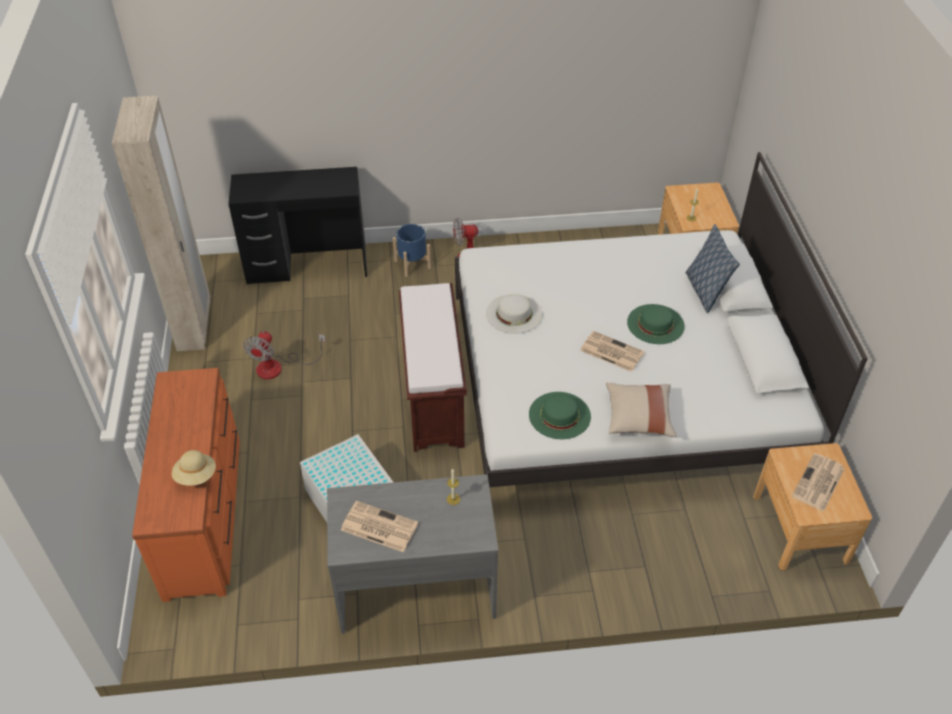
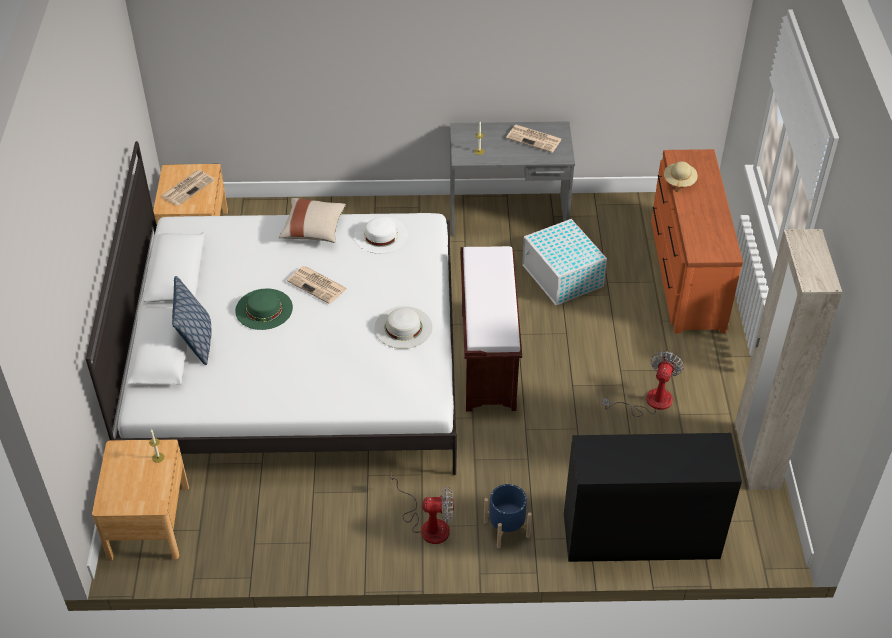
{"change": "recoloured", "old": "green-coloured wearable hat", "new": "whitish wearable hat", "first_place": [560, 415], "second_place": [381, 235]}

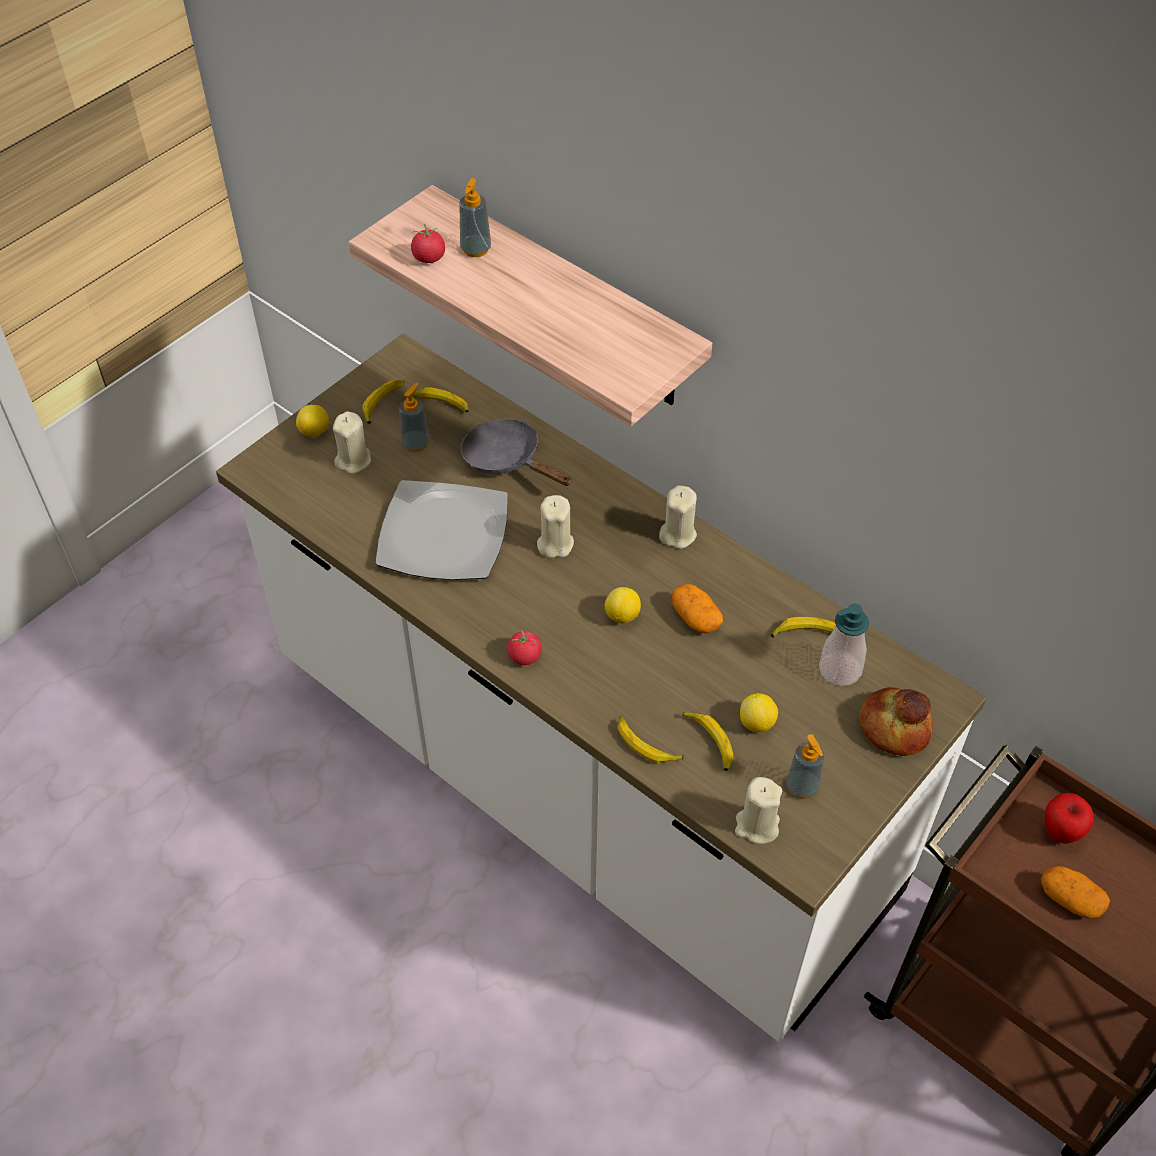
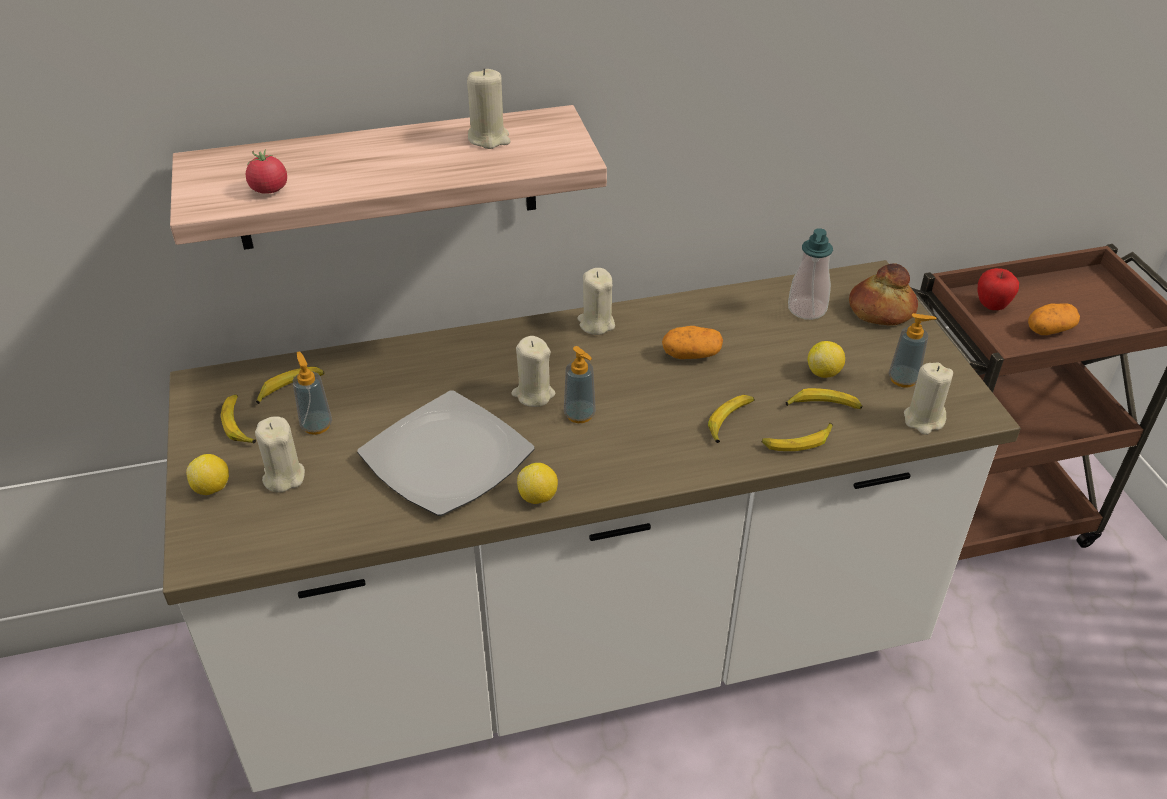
{"change": "moved", "old": "soap dispenser", "first_place": [475, 217], "second_place": [580, 384]}
{"change": "removed", "old": "gray skillet", "first_place": [516, 452]}
{"change": "moved", "old": "lemon", "first_place": [622, 605], "second_place": [537, 483]}
{"change": "moved", "old": "banana fruit", "first_place": [803, 627], "second_place": [731, 419]}
{"change": "removed", "old": "whole tomato", "first_place": [524, 647]}
{"change": "added", "new": "sand-coloured wax light", "second_place": [489, 108]}

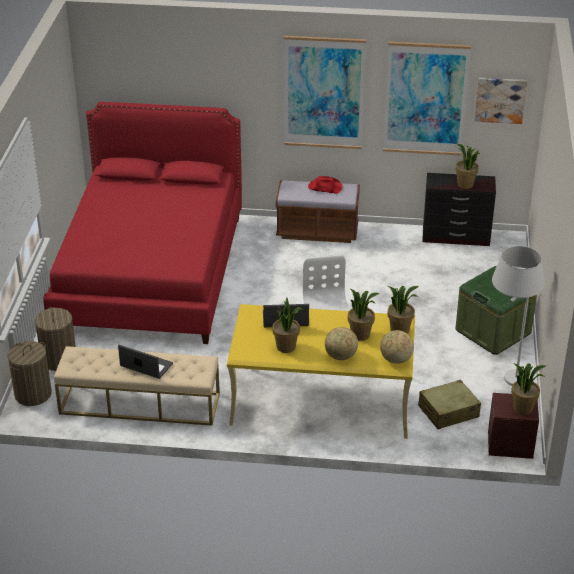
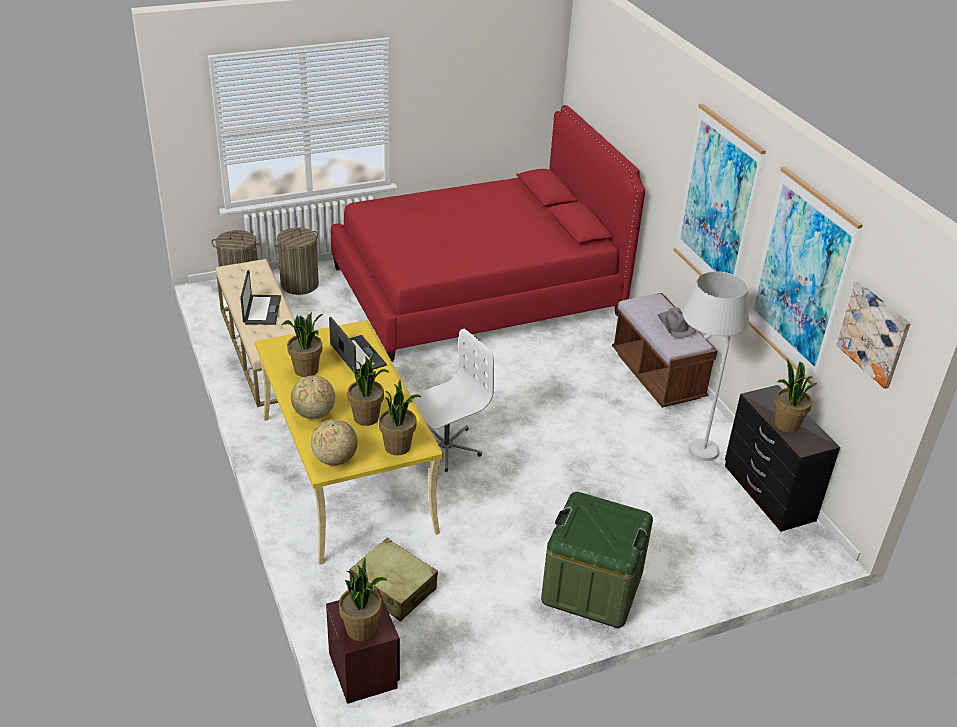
{"change": "recoloured", "old": "red-coloured wearable hat", "new": "gray wearable hat", "first_place": [325, 185], "second_place": [677, 322]}
{"change": "moved", "old": "whitish standard lamp", "first_place": [518, 316], "second_place": [716, 366]}

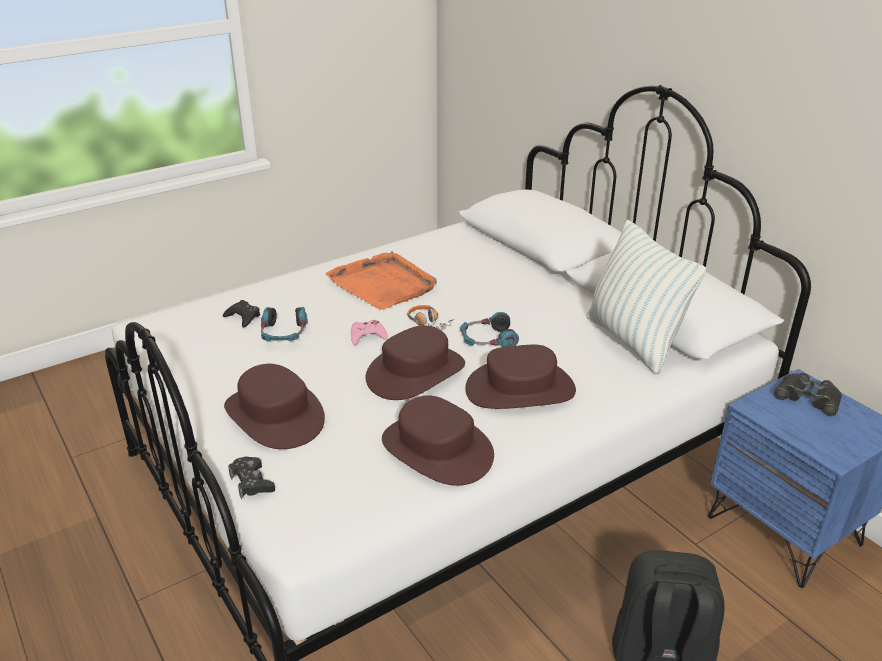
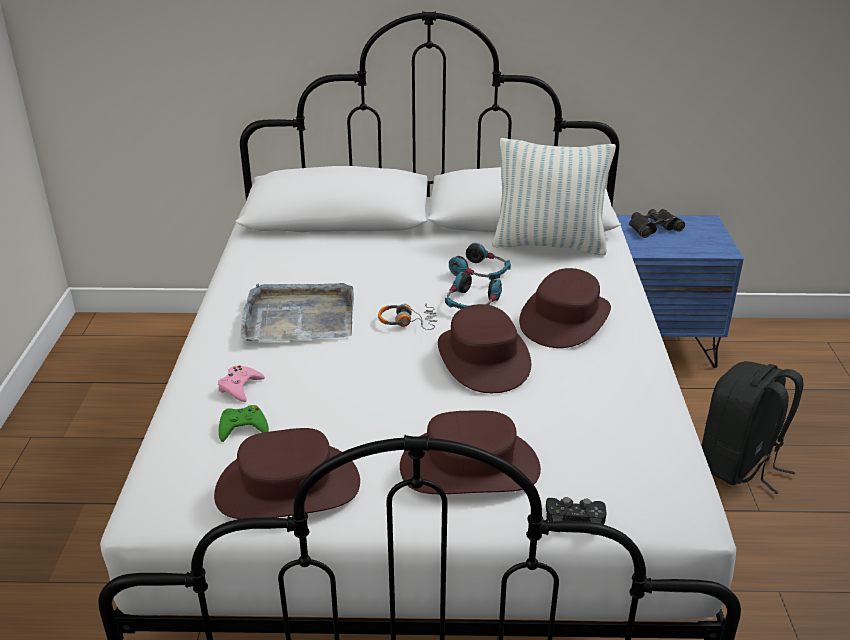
{"change": "recoloured", "old": "orange-coloured tray", "new": "gray tray", "first_place": [381, 280], "second_place": [297, 312]}
{"change": "recoloured", "old": "black-coloured joypad", "new": "green-coloured joypad", "first_place": [241, 314], "second_place": [243, 423]}
{"change": "moved", "old": "headphones", "first_place": [284, 324], "second_place": [480, 261]}
{"change": "moved", "old": "pinkish joypad", "first_place": [369, 332], "second_place": [241, 383]}
{"change": "moved", "old": "brown-coloured wearable hat", "first_place": [438, 440], "second_place": [287, 473]}

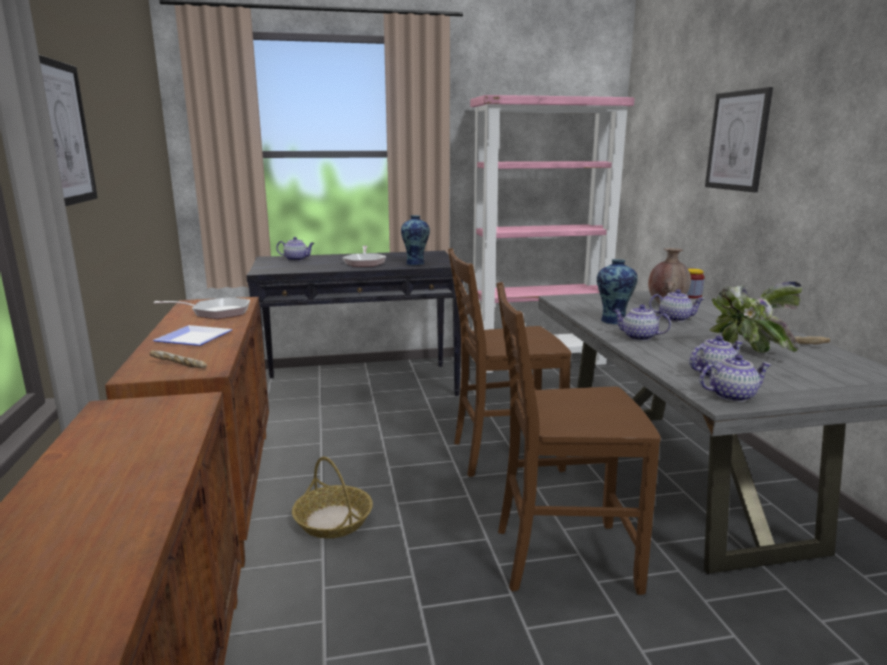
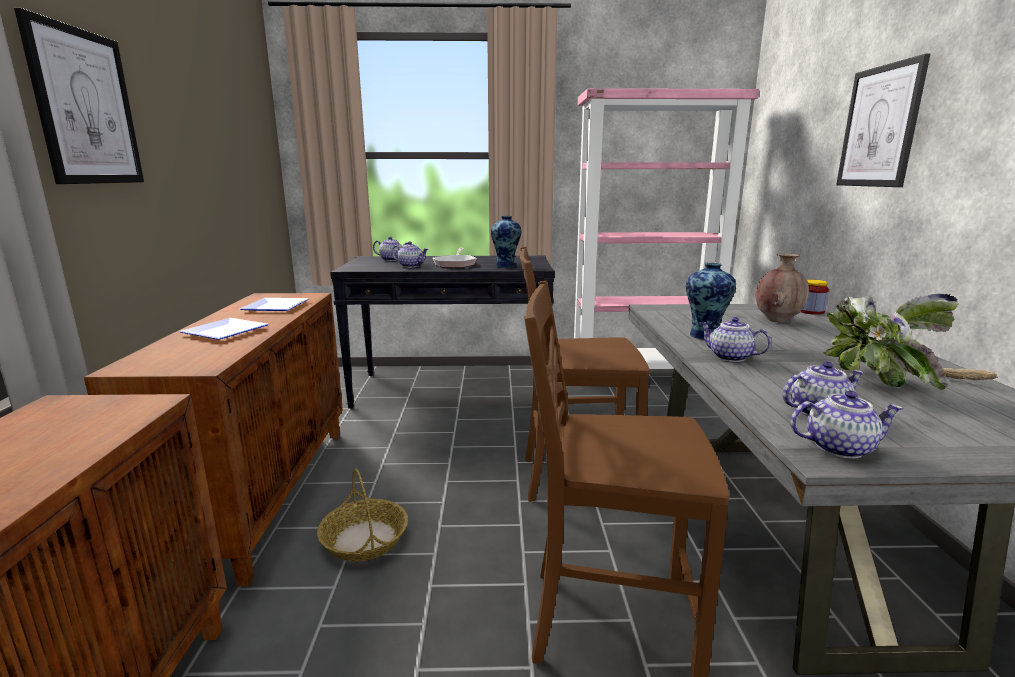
{"change": "moved", "old": "tea pot", "first_place": [676, 305], "second_place": [410, 254]}
{"change": "replaced", "old": "skillet", "new": "flat dish", "first_place": [202, 308], "second_place": [274, 304]}
{"change": "removed", "old": "baked bread", "first_place": [178, 359]}

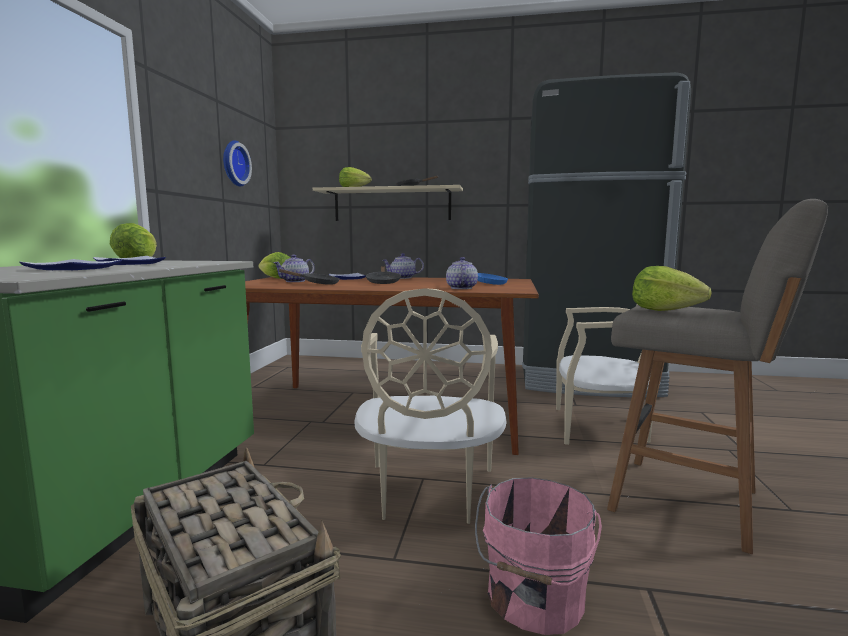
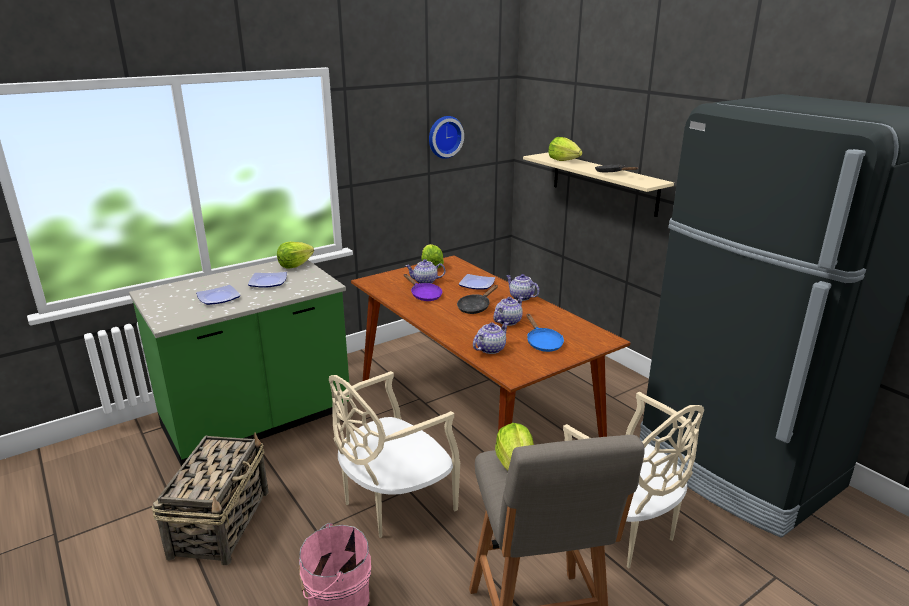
{"change": "recoloured", "old": "black-coloured skillet", "new": "purple-coloured skillet", "first_place": [309, 277], "second_place": [423, 287]}
{"change": "added", "new": "tea pot", "second_place": [508, 311]}

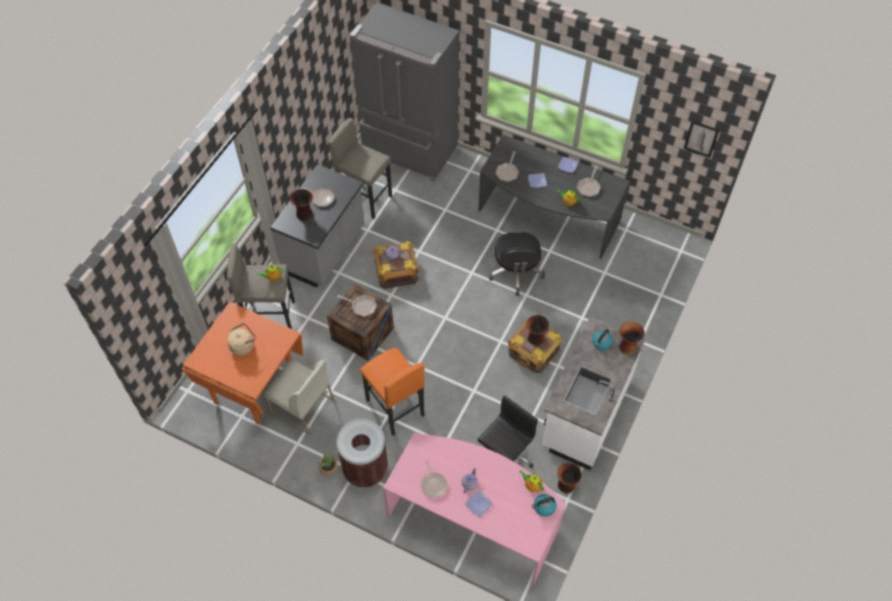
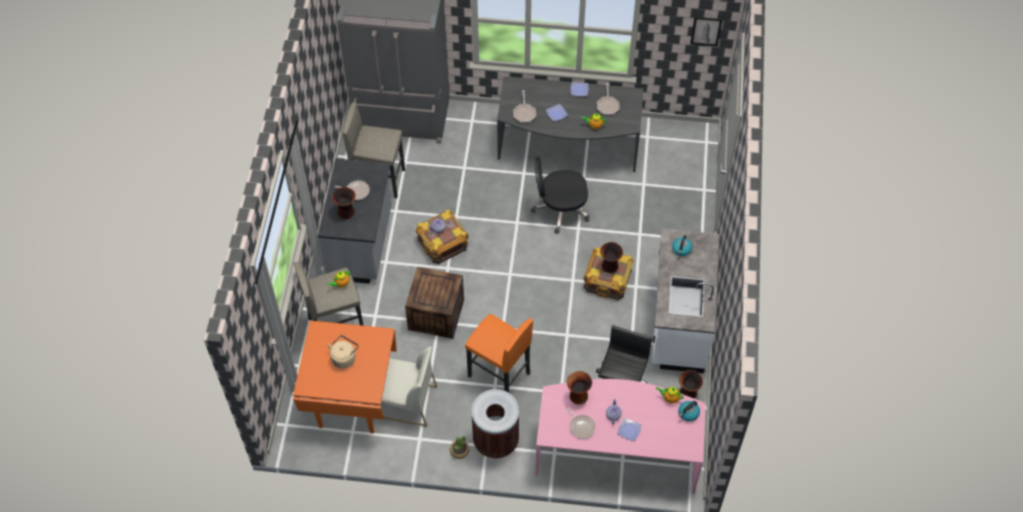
{"change": "turned", "old": "black-coloured computer chair", "first_place": [517, 264], "second_place": [560, 195], "degrees": 105}
{"change": "removed", "old": "skillet", "first_place": [357, 305]}
{"change": "moved", "old": "flower vase", "first_place": [632, 338], "second_place": [579, 388]}

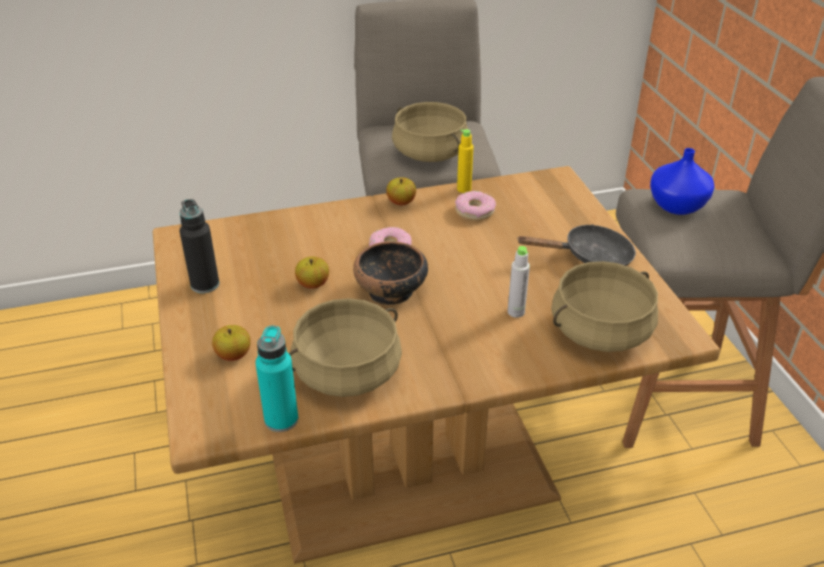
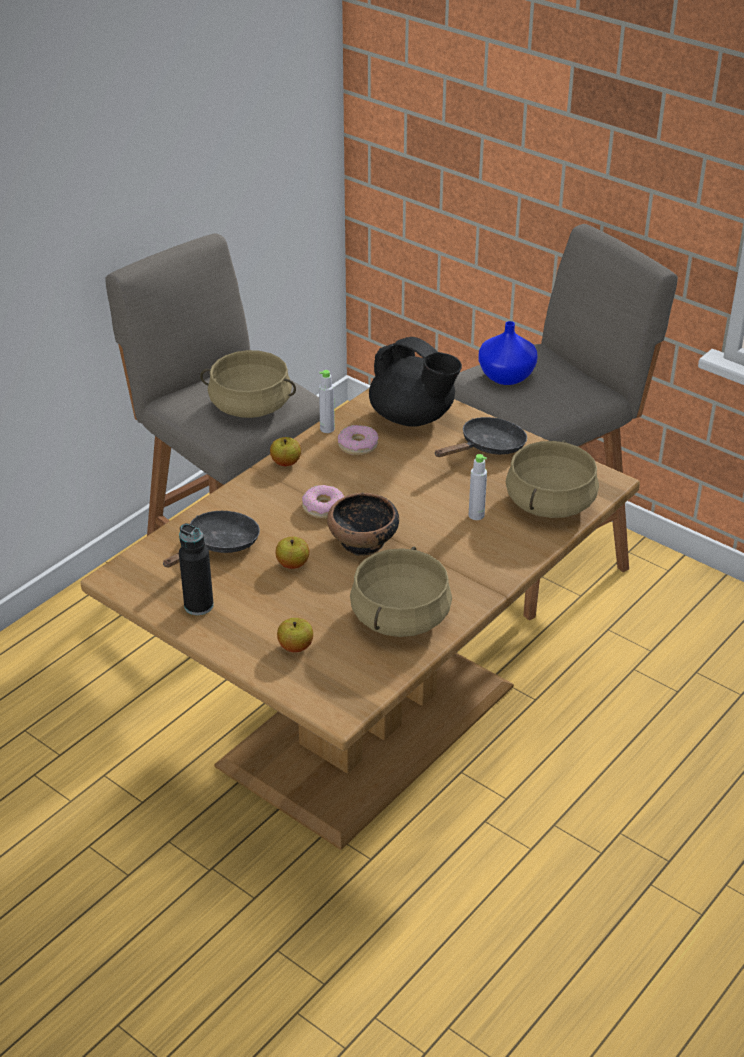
{"change": "recoloured", "old": "yellowish drink bottle", "new": "gray drink bottle", "first_place": [465, 161], "second_place": [327, 401]}
{"change": "removed", "old": "turquoise-coloured drink bottle", "first_place": [276, 379]}
{"change": "added", "new": "black-coloured tea pot", "second_place": [415, 382]}
{"change": "added", "new": "black-coloured skillet", "second_place": [211, 539]}

